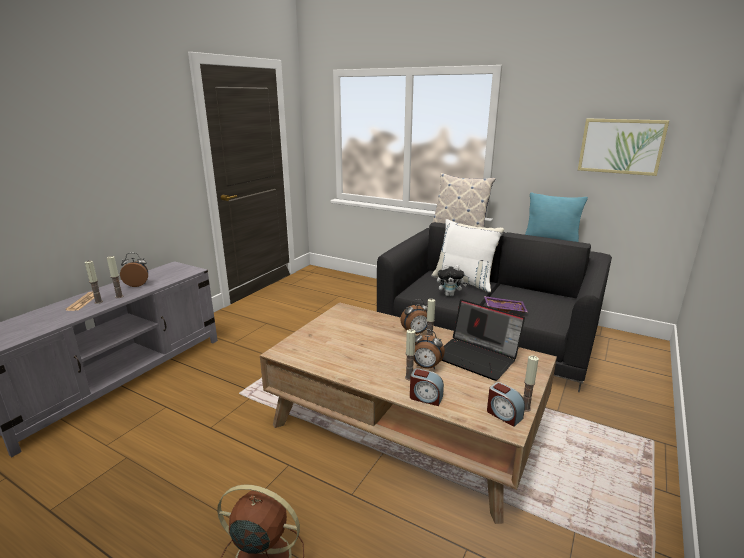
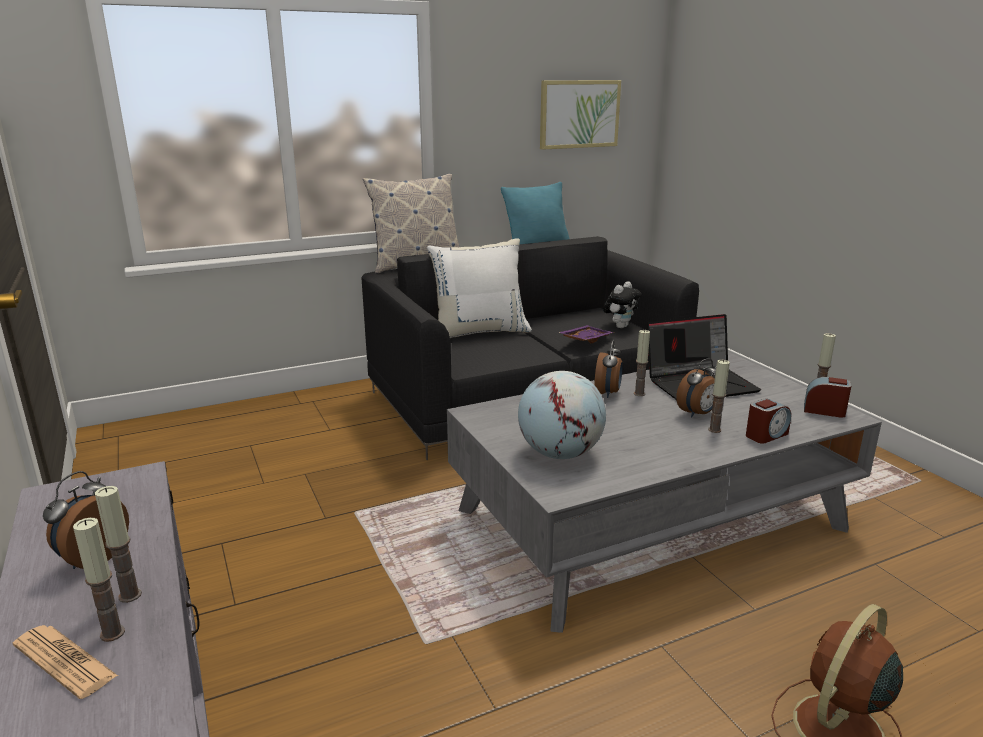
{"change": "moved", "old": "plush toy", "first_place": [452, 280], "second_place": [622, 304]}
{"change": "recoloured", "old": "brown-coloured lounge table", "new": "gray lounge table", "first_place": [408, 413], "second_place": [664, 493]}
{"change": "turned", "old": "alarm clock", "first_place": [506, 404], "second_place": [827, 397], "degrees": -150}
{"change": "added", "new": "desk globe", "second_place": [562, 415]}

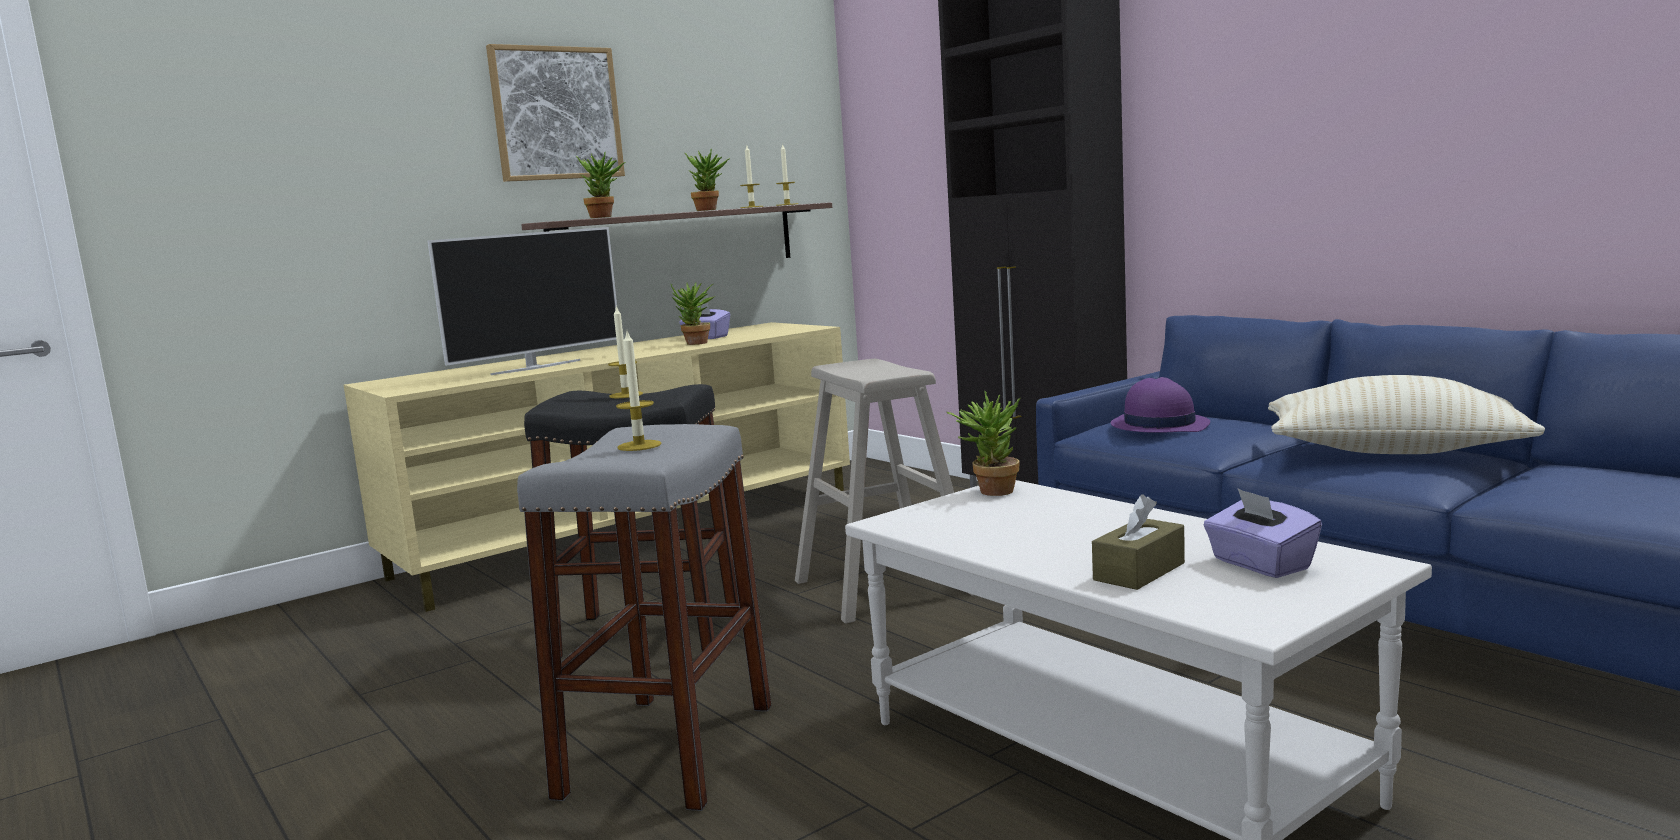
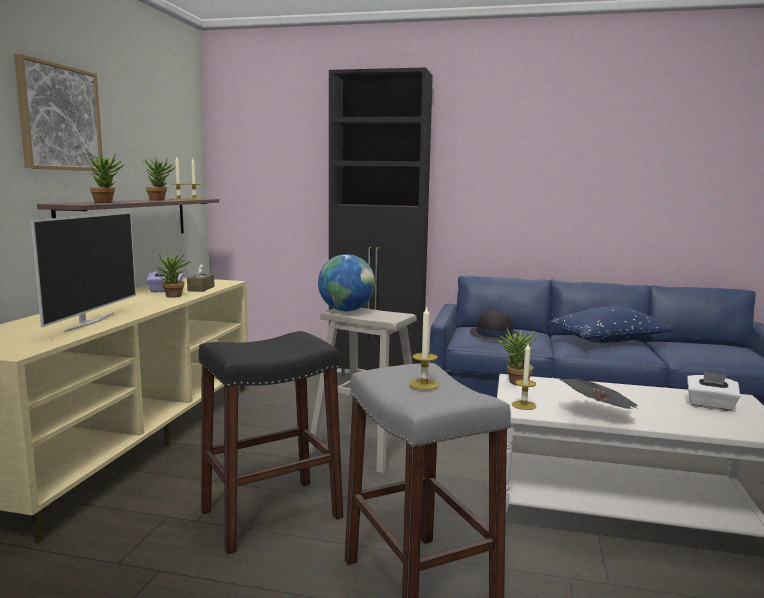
{"change": "moved", "old": "wax light", "first_place": [625, 351], "second_place": [524, 377]}
{"change": "recoloured", "old": "sand-coloured cushion", "new": "bluish cushion", "first_place": [1406, 414], "second_place": [611, 324]}
{"change": "recoloured", "old": "purple-coloured wearable hat", "new": "black-coloured wearable hat", "first_place": [1160, 405], "second_place": [494, 325]}
{"change": "recoloured", "old": "purple-coloured tissue holder", "new": "whitish tissue holder", "first_place": [1263, 533], "second_place": [713, 391]}
{"change": "moved", "old": "brown-coloured tissue holder", "first_place": [1138, 542], "second_place": [201, 277]}
{"change": "added", "new": "desk globe", "second_place": [346, 282]}
{"change": "added", "new": "newspaper", "second_place": [598, 394]}

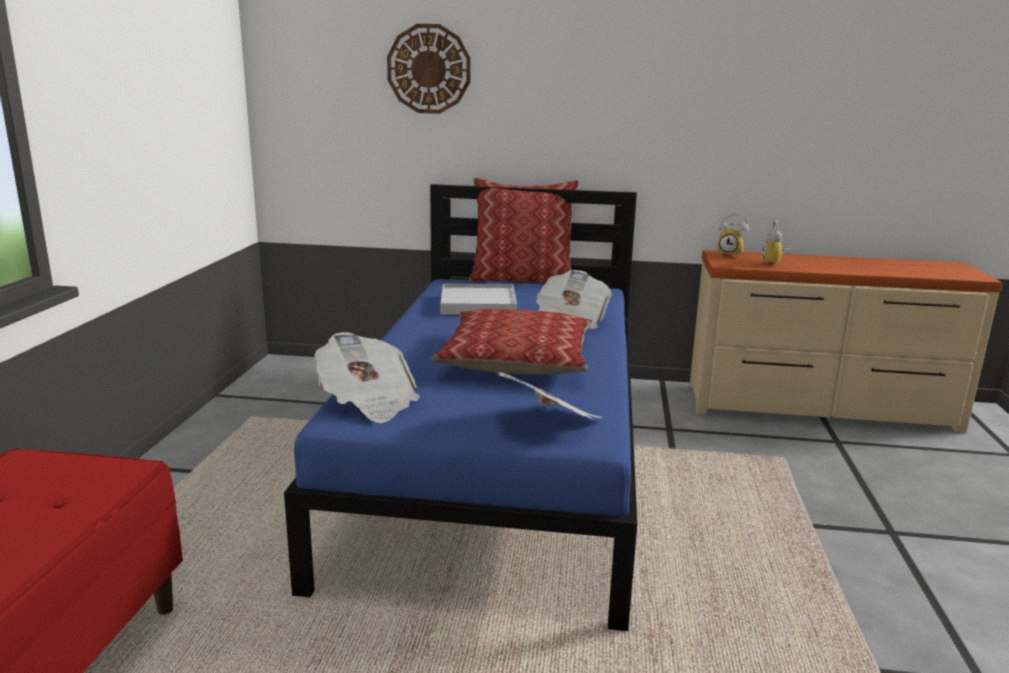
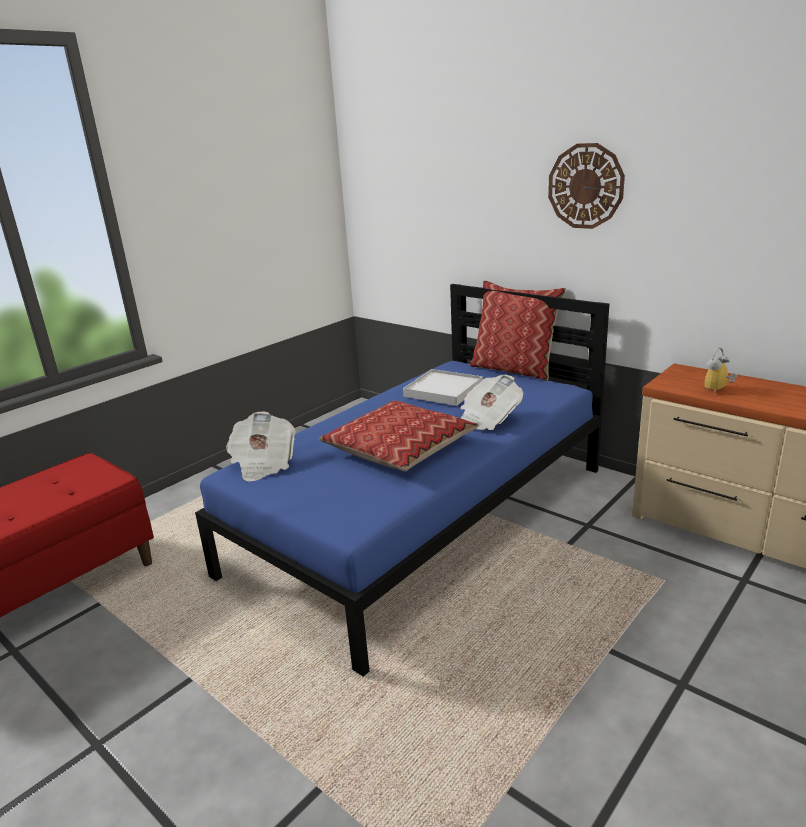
{"change": "moved", "old": "clock on the wall", "first_place": [429, 69], "second_place": [586, 186]}
{"change": "removed", "old": "alarm clock", "first_place": [733, 235]}
{"change": "removed", "old": "newspaper", "first_place": [548, 395]}

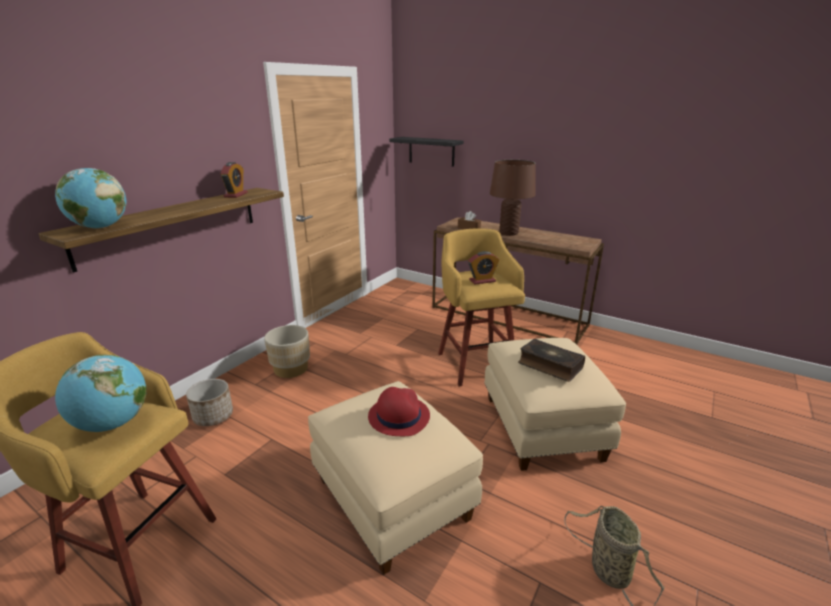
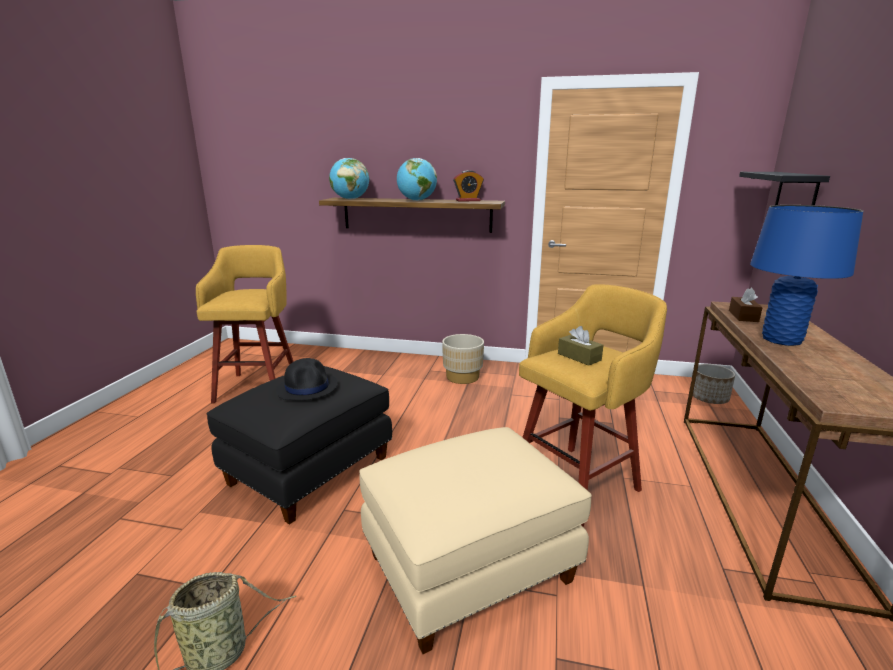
{"change": "recoloured", "old": "brown-coloured lamp for a table", "new": "bluish lamp for a table", "first_place": [513, 198], "second_place": [806, 275]}
{"change": "replaced", "old": "alarm clock", "new": "brown-coloured tissue holder", "first_place": [484, 268], "second_place": [580, 346]}
{"change": "removed", "old": "bound book", "first_place": [551, 360]}
{"change": "moved", "old": "desk globe", "first_place": [101, 393], "second_place": [417, 179]}
{"change": "moved", "old": "flower pot", "first_place": [209, 402], "second_place": [714, 384]}
{"change": "recoloured", "old": "sand-coloured pouffe", "new": "black-coloured pouffe", "first_place": [395, 478], "second_place": [299, 445]}
{"change": "recoloured", "old": "red-coloured wearable hat", "new": "black-coloured wearable hat", "first_place": [399, 411], "second_place": [307, 379]}

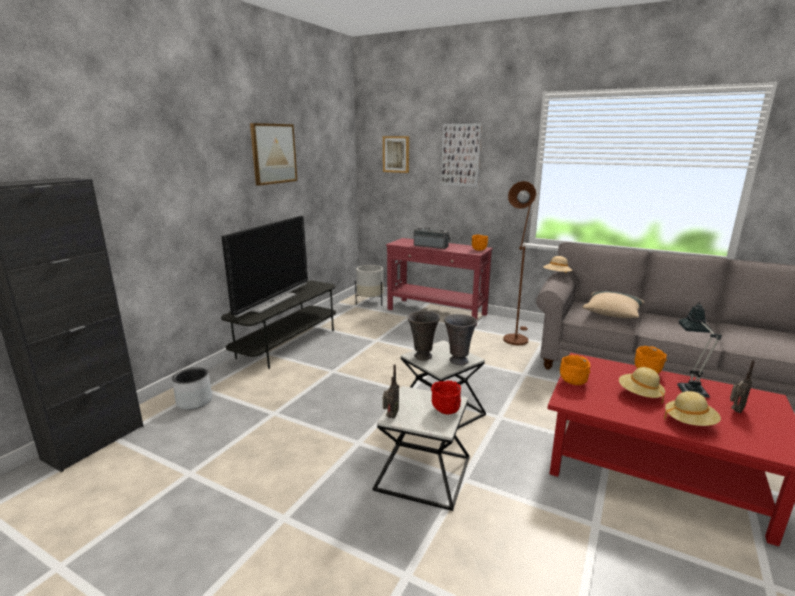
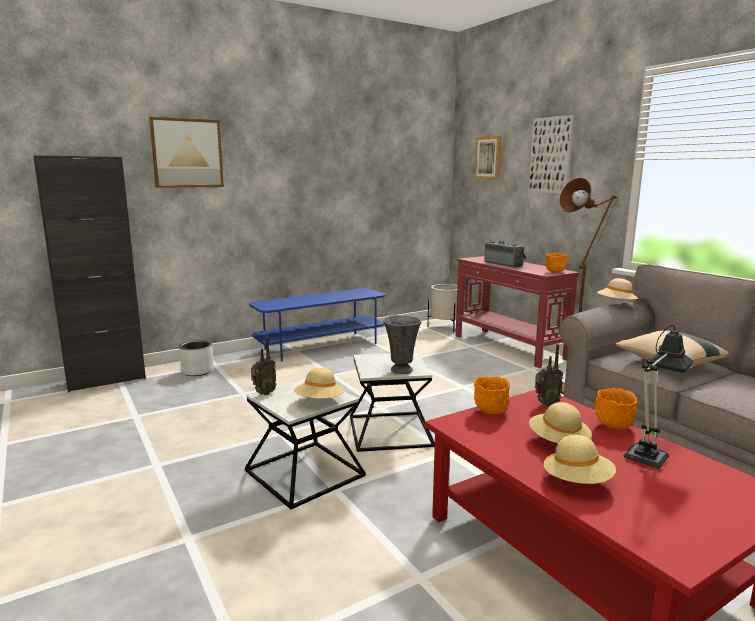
{"change": "moved", "old": "picture", "first_place": [273, 154], "second_place": [186, 152]}
{"change": "removed", "old": "TV", "first_place": [264, 266]}
{"change": "recoloured", "old": "gray tv unit", "new": "bluish tv unit", "first_place": [278, 325], "second_place": [317, 325]}
{"change": "removed", "old": "gray flower vase", "first_place": [423, 336]}
{"change": "moved", "old": "radio set", "first_place": [742, 386], "second_place": [549, 375]}
{"change": "replaced", "old": "red-coloured deep dish", "new": "sand-coloured wearable hat", "first_place": [446, 397], "second_place": [319, 383]}

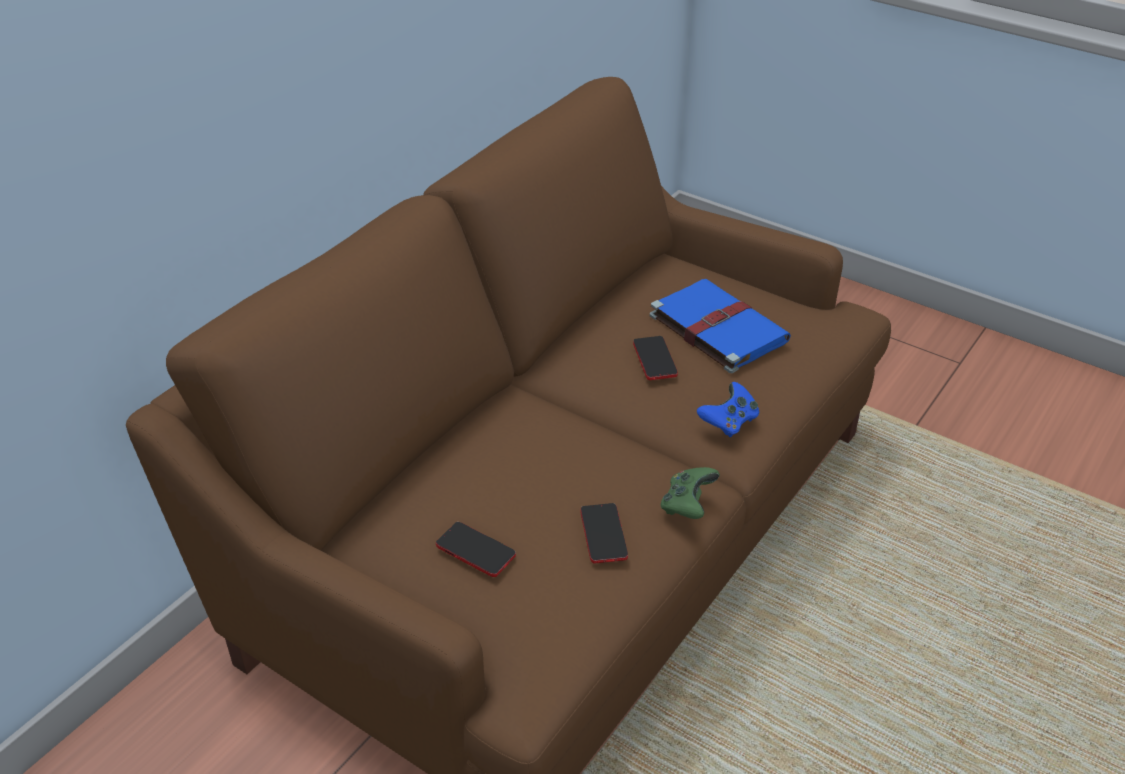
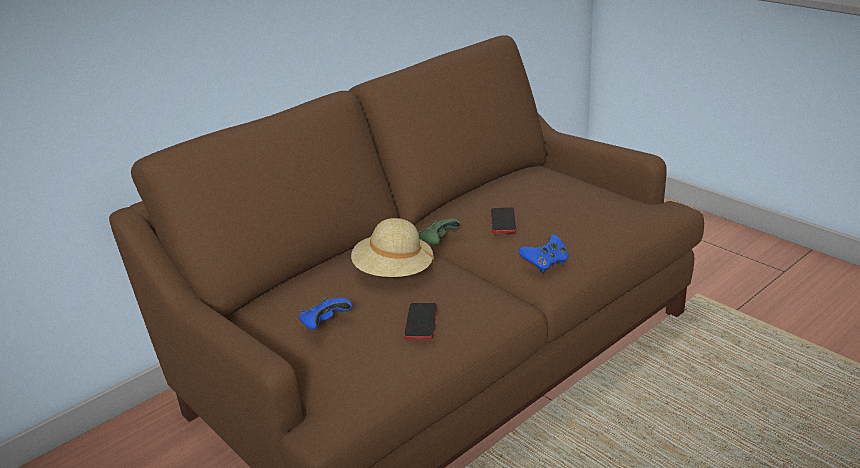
{"change": "removed", "old": "bluish bound book", "first_place": [720, 326]}
{"change": "moved", "old": "green-coloured joypad", "first_place": [690, 493], "second_place": [439, 231]}
{"change": "replaced", "old": "telephone", "new": "bluish joypad", "first_place": [476, 549], "second_place": [326, 314]}
{"change": "added", "new": "sand-coloured wearable hat", "second_place": [393, 247]}

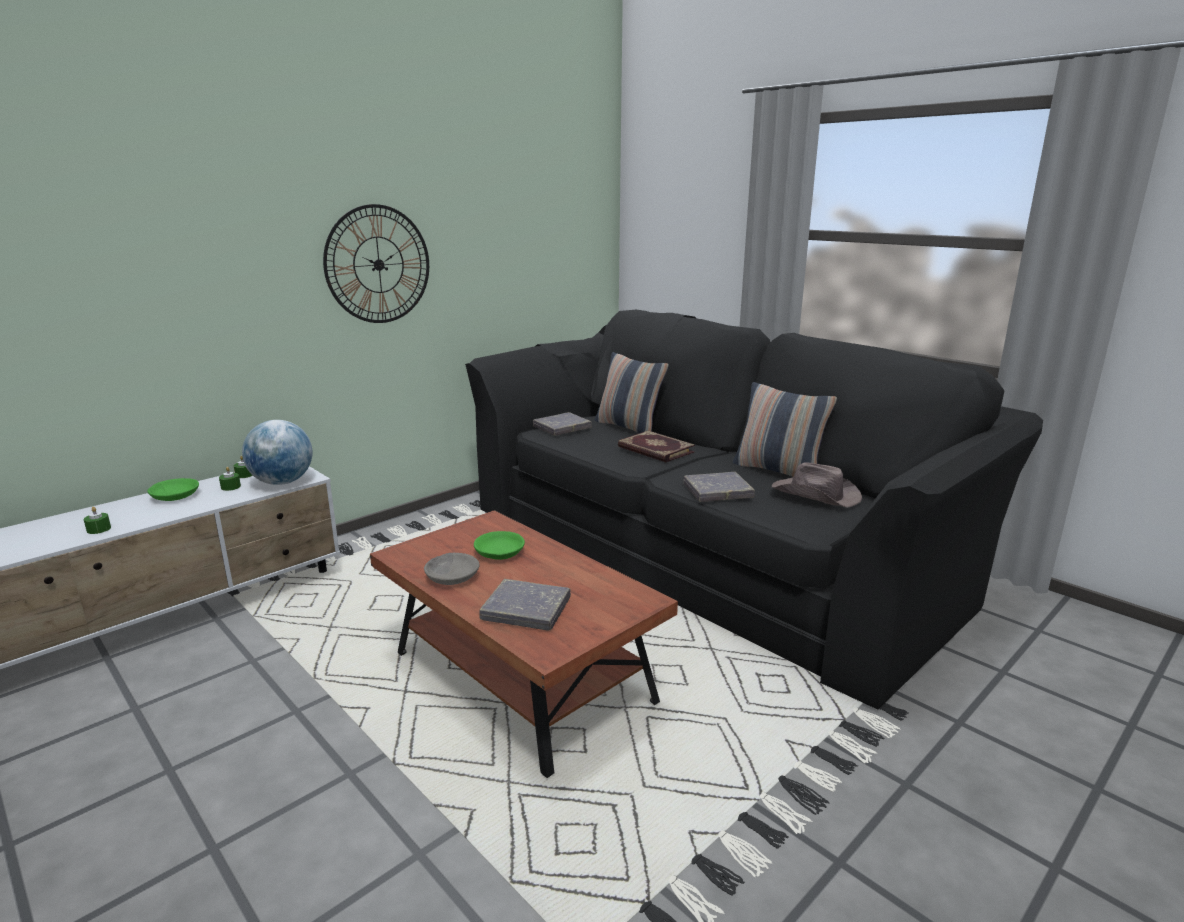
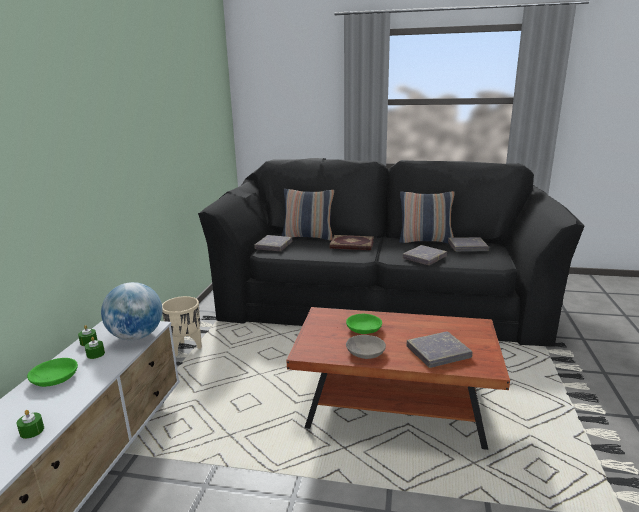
{"change": "removed", "old": "clock on the wall", "first_place": [376, 263]}
{"change": "replaced", "old": "brown-coloured wearable hat", "new": "gray bound book", "first_place": [817, 485], "second_place": [468, 244]}
{"change": "added", "new": "sand-coloured flower pot", "second_place": [182, 326]}

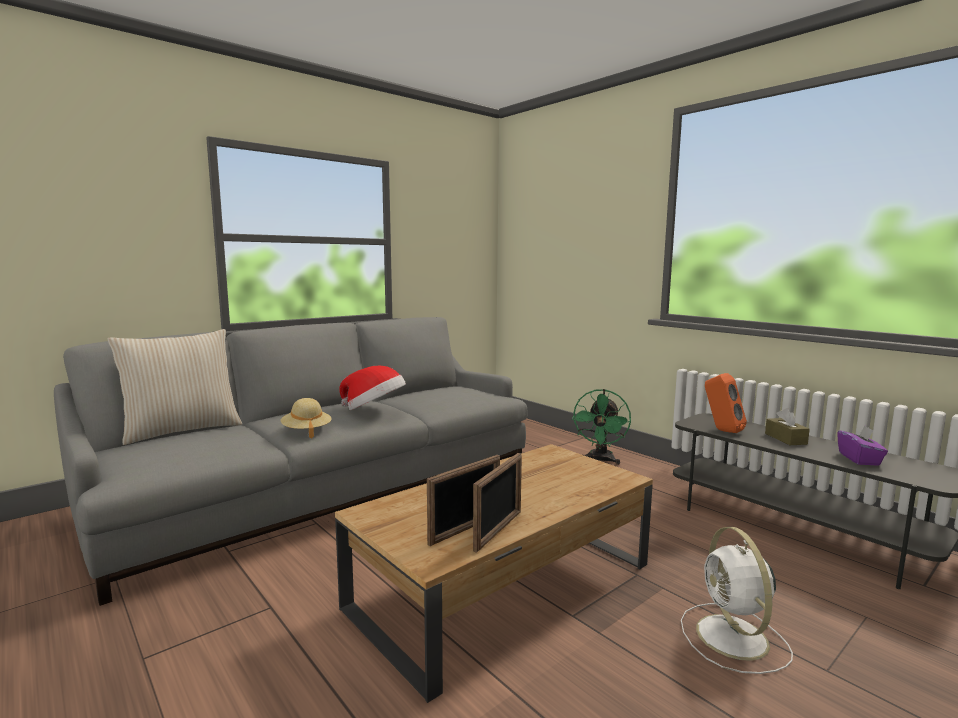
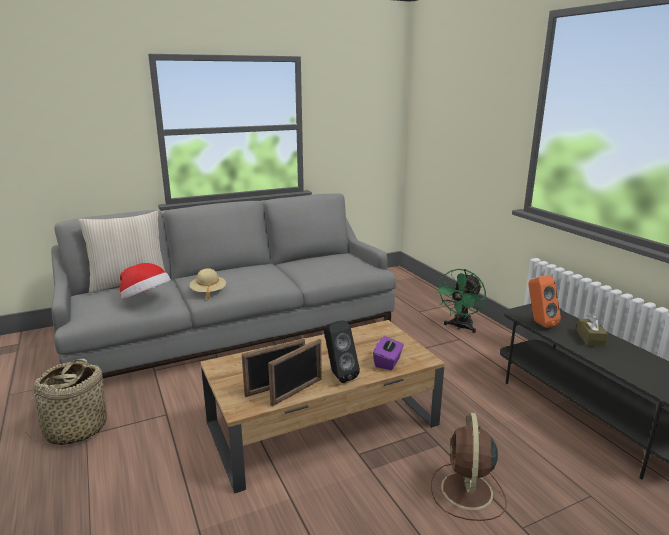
{"change": "moved", "old": "wearable hat", "first_place": [372, 387], "second_place": [145, 281]}
{"change": "moved", "old": "purple-coloured tissue holder", "first_place": [862, 445], "second_place": [388, 353]}
{"change": "recoloured", "old": "whitish electric fan", "new": "brown-coloured electric fan", "first_place": [737, 600], "second_place": [469, 466]}
{"change": "added", "new": "black-coloured loudspeaker", "second_place": [342, 351]}
{"change": "added", "new": "storage basket", "second_place": [67, 401]}

